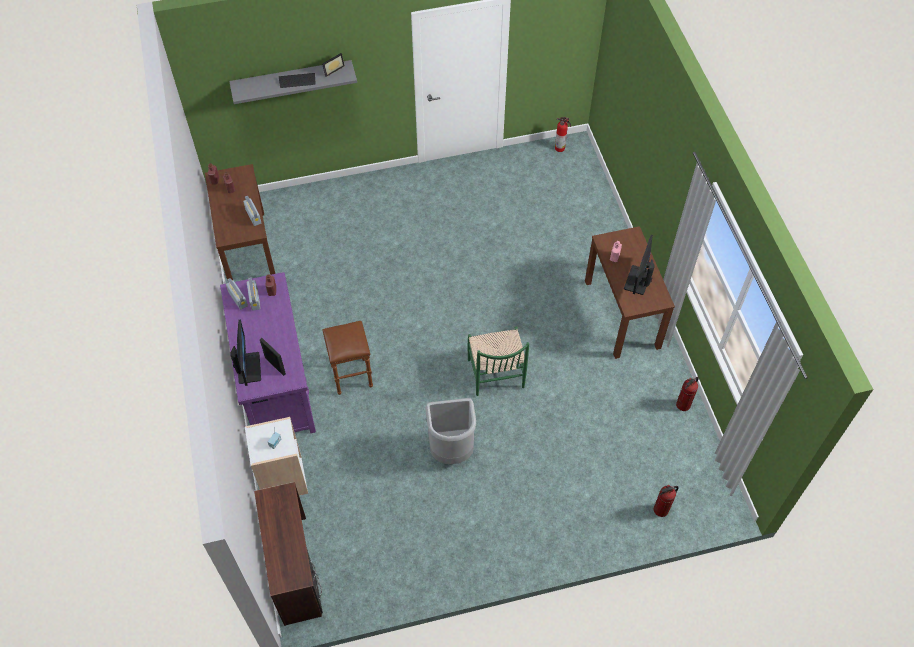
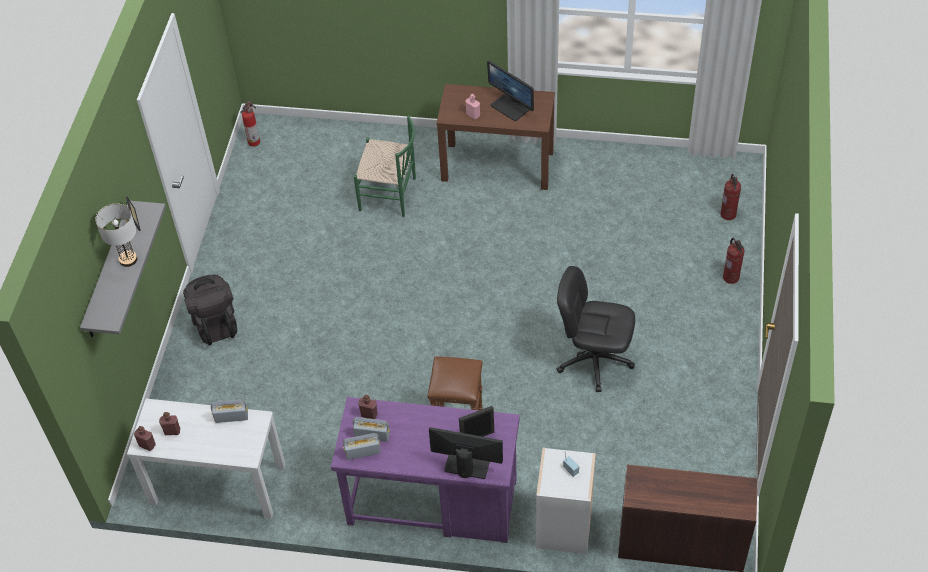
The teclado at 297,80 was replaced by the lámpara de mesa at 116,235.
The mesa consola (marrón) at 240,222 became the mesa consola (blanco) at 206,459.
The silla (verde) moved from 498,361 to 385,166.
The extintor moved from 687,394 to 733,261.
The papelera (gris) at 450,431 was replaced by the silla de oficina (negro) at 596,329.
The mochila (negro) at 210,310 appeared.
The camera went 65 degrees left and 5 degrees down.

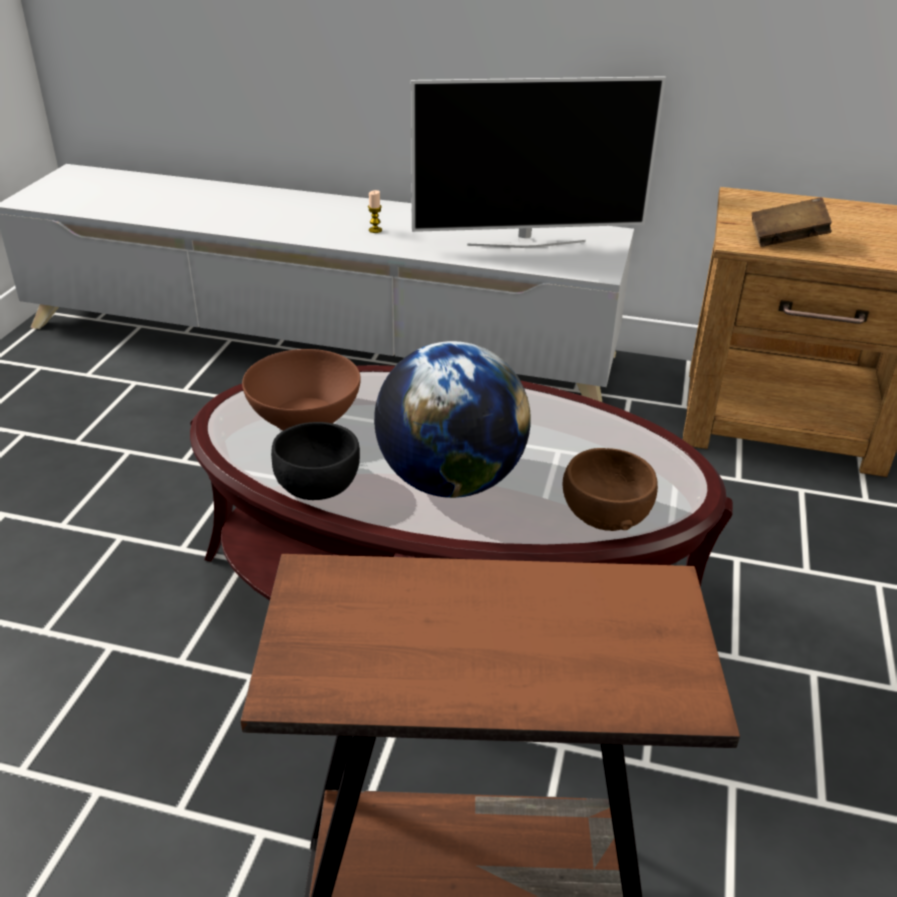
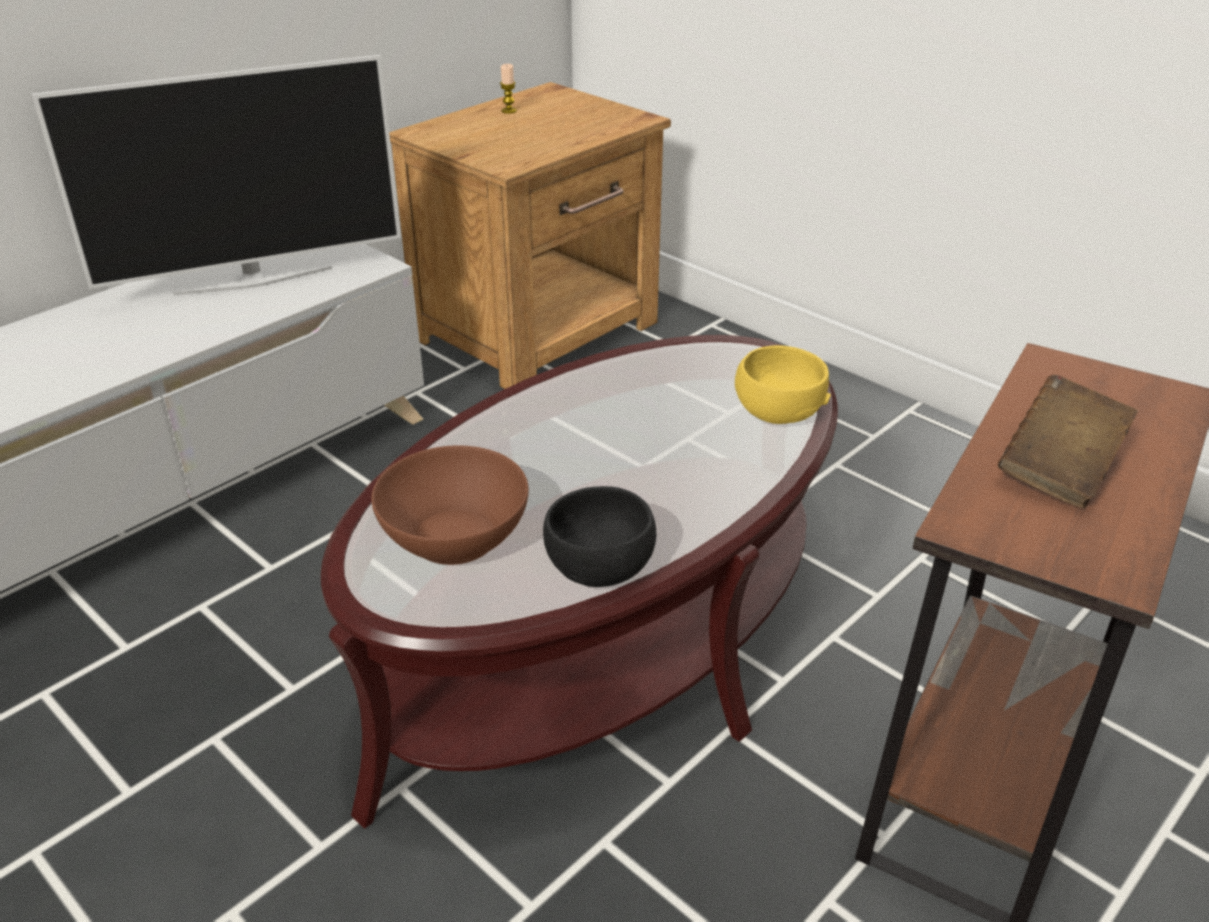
The televisor at 538,162 turned 45 degrees clockwise.
The vela moved from 375,211 to 508,89.
The libro (marrón) moved from 792,222 to 1068,441.
The globo terráqueo at 452,419 disappeared.
The cuenco (marrón) at 610,489 became the cuenco (amarillo) at 783,384.
The camera went 60 degrees left and 0 degrees up.

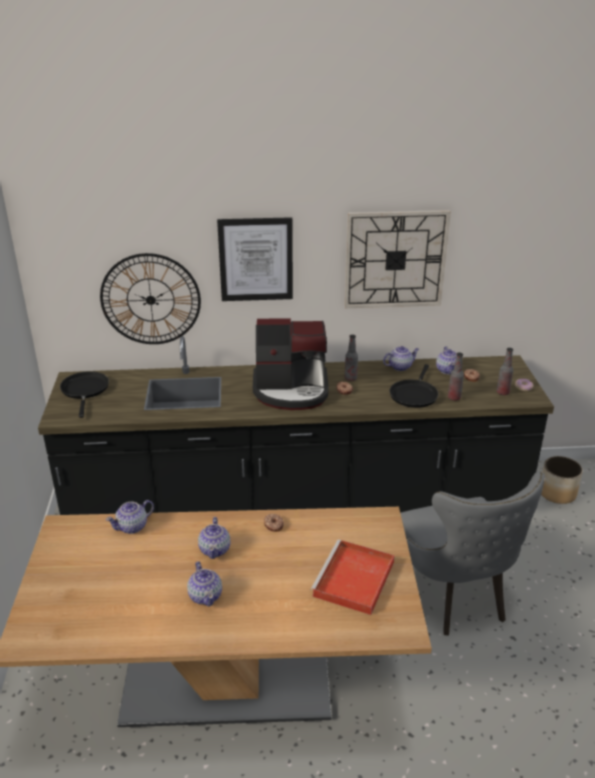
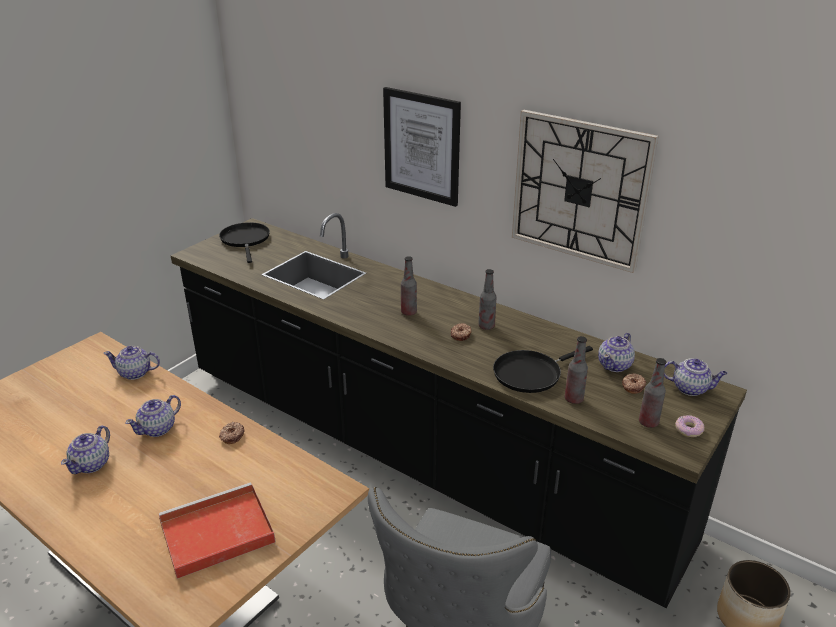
The reloj de pared at 150,298 disappeared.
The cafetera at 291,364 was replaced by the botella at 409,286.
The tetera moved from 401,358 to 695,377.
The sartén (negro) at 84,394 turned 45 degrees counterclockwise.
The camera went 40 degrees right and 0 degrees up.

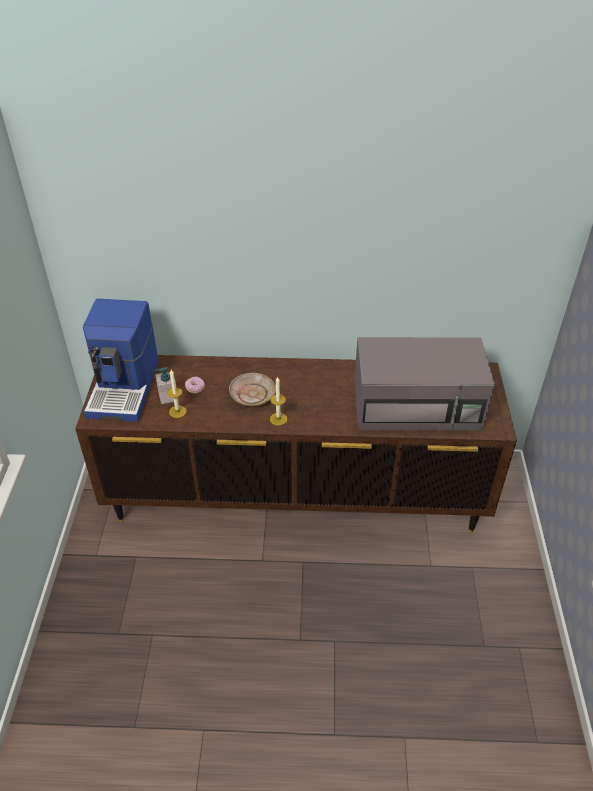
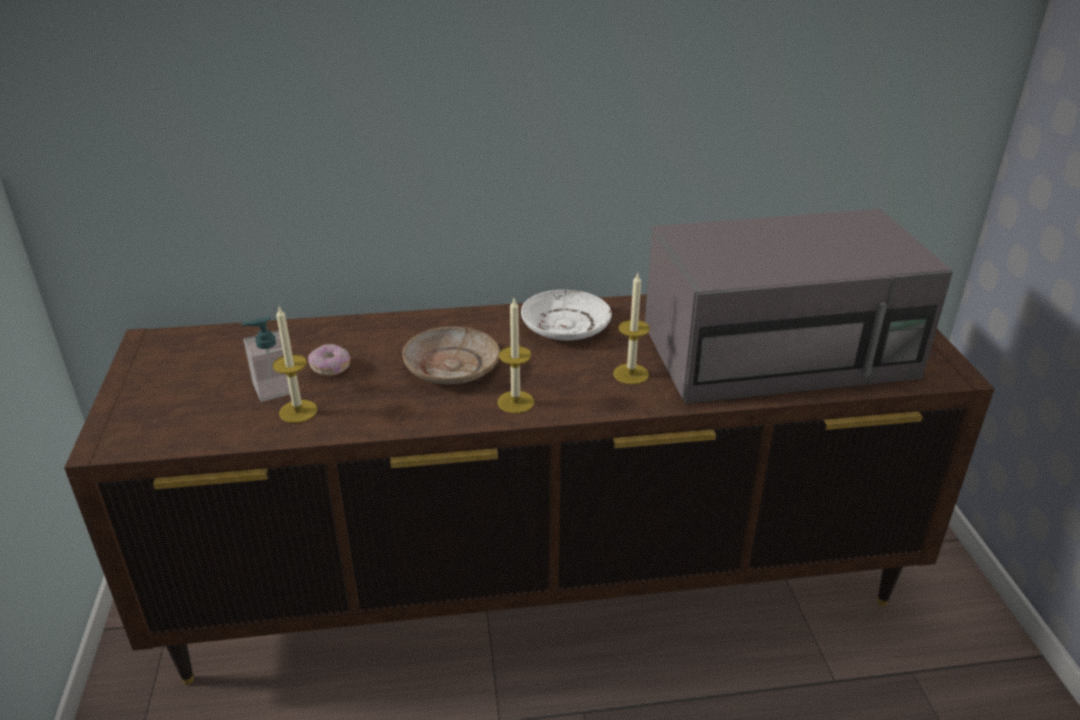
The cafetera at 121,360 disappeared.
The vela at 631,329 appeared.
The plato (blanco) at 566,315 appeared.
The camera went 10 degrees left and 10 degrees down.

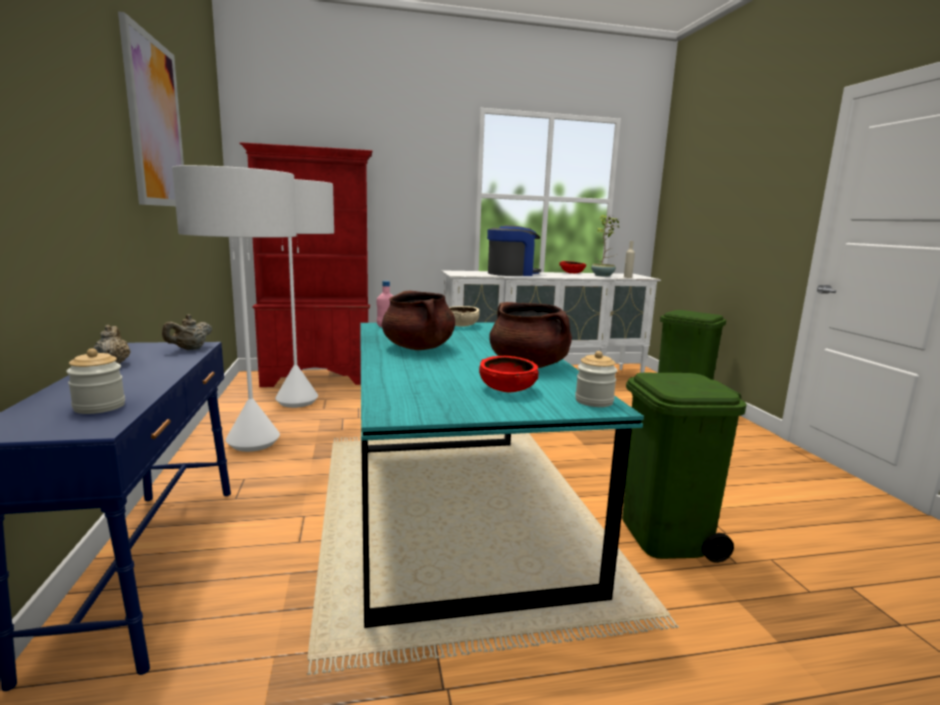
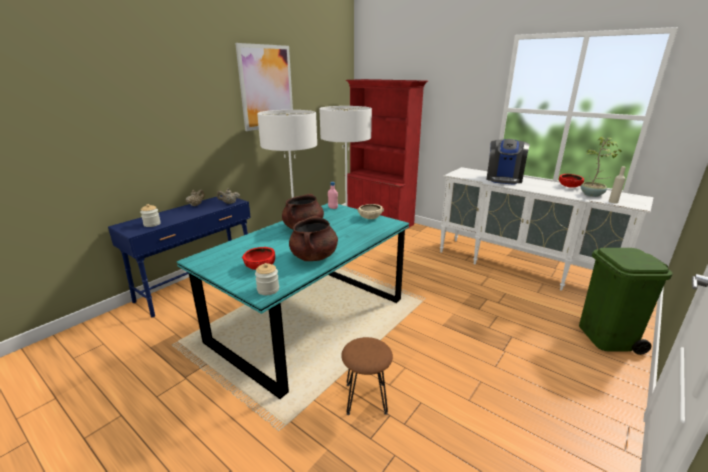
The cafetera at 514,250 turned 90 degrees clockwise.
The papelera (verde) at 684,468 was replaced by the taburete (marrón) at 367,376.
The camera went 50 degrees right and 10 degrees up.

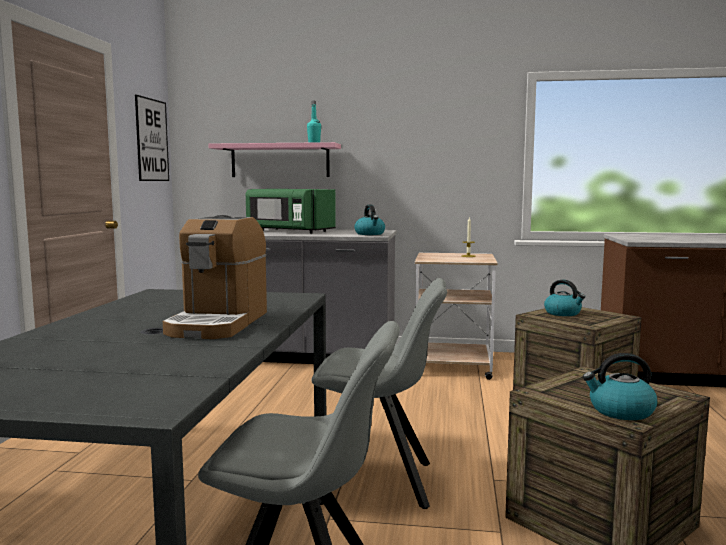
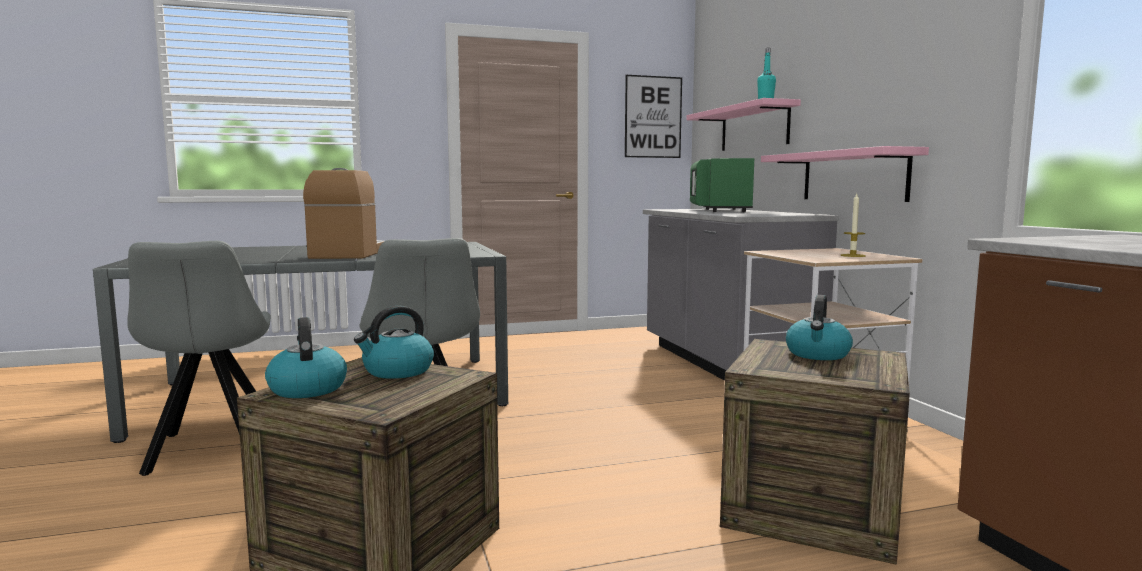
The hervidor moved from 369,220 to 394,342.
The cafetera at 215,277 turned 105 degrees clockwise.
The estante (rosa) at 845,174 appeared.
The camera went 65 degrees right and 0 degrees up.

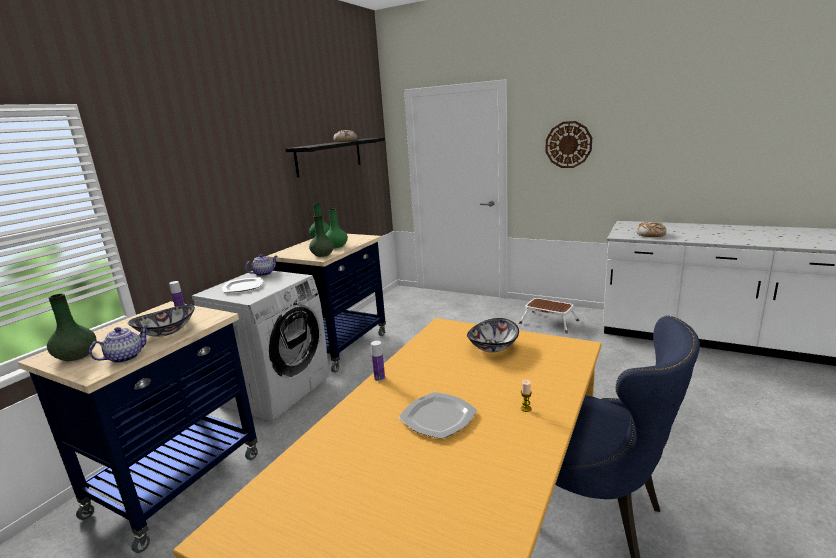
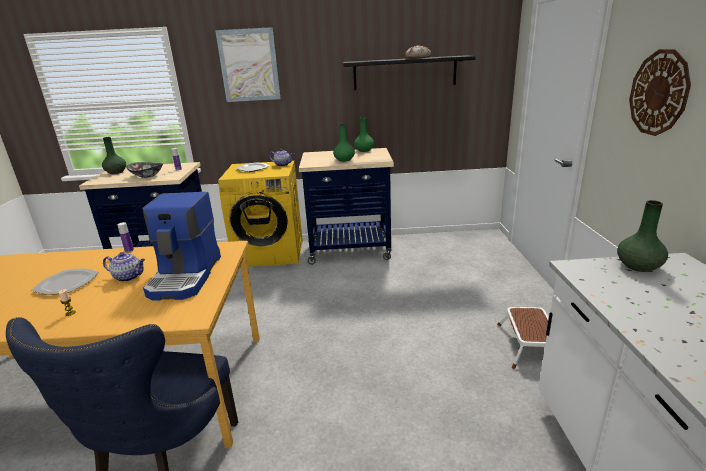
The florero (verde) moved from 321,236 to 642,236.
The pan at 652,229 disappeared.
The lavadora (blanco) at 260,346 became the lavadora (amarillo) at 260,214.
The cuenco at 493,335 was replaced by the cafetera at 182,246.
The tetera moved from 118,344 to 124,267.
The cuadro at 247,64 appeared.
The camera went 60 degrees right and 5 degrees up.

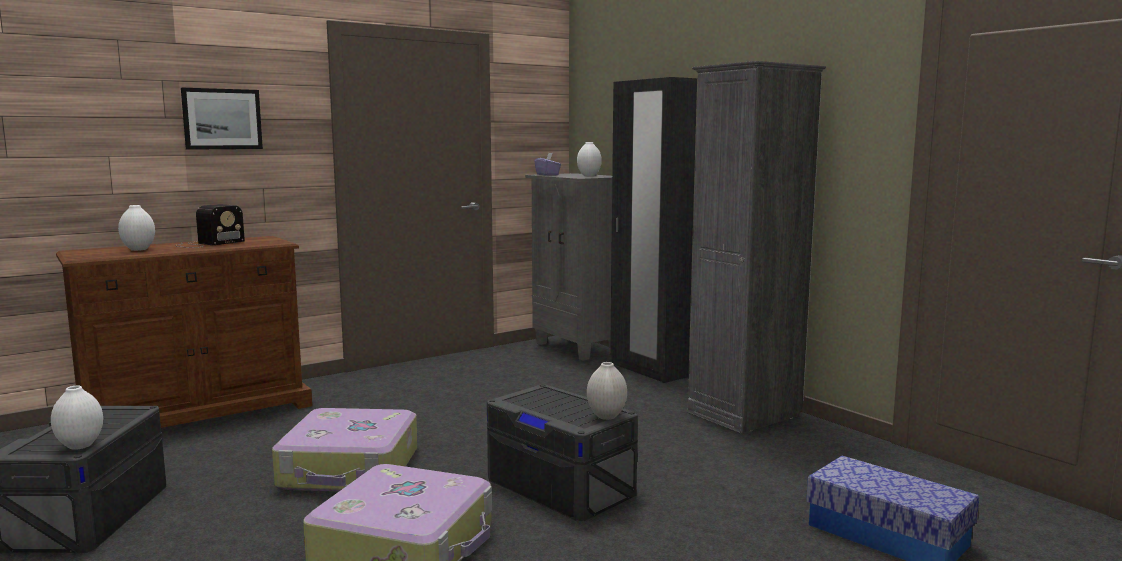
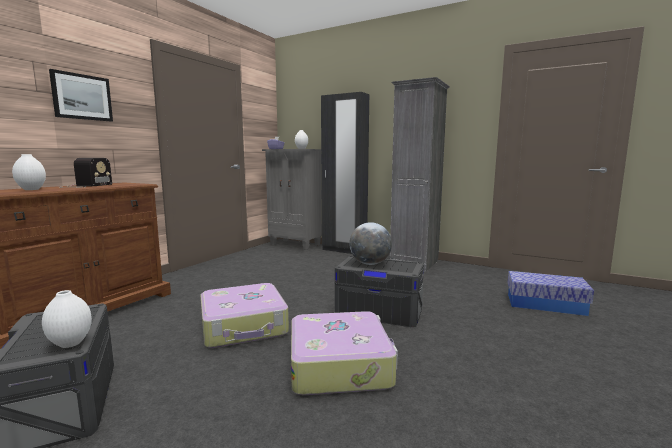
The florero (blanco) at 607,391 disappeared.
The globo terráqueo at 370,243 appeared.
The camera went 25 degrees left and 0 degrees up.

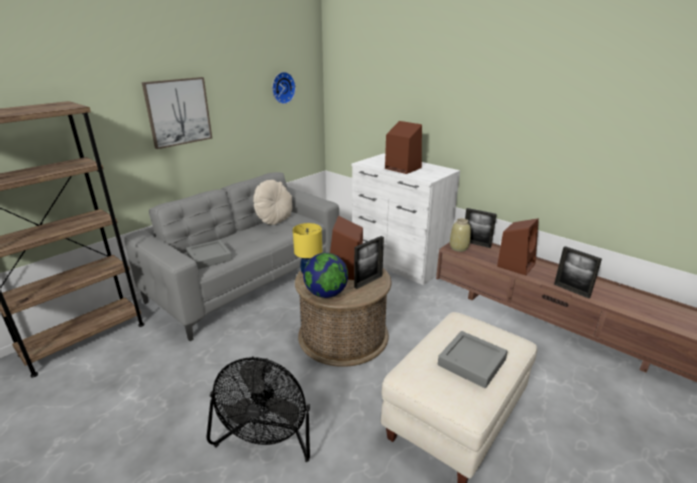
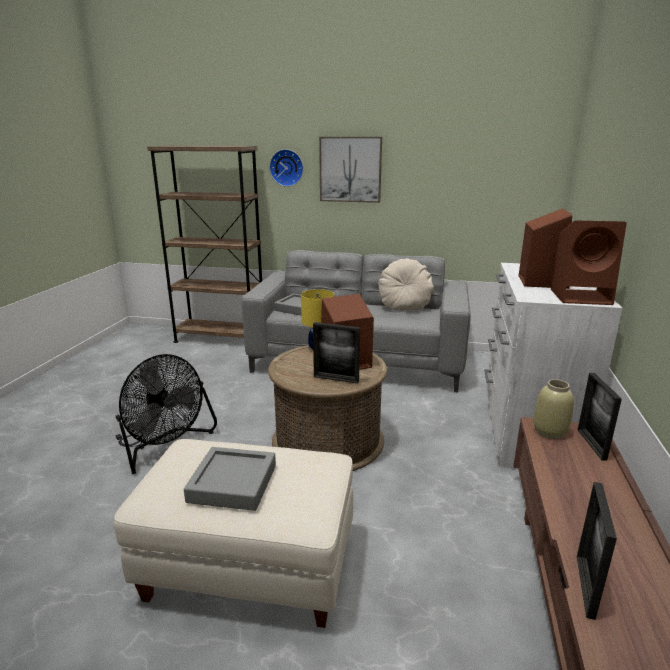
The reloj de pared moved from 284,88 to 286,168.
The altavoz (marrón) moved from 518,246 to 589,263.
The globo terráqueo at 325,275 disappeared.
The ventilador (negro) at 258,409 turned 120 degrees counterclockwise.
The camera went 60 degrees right and 5 degrees down.

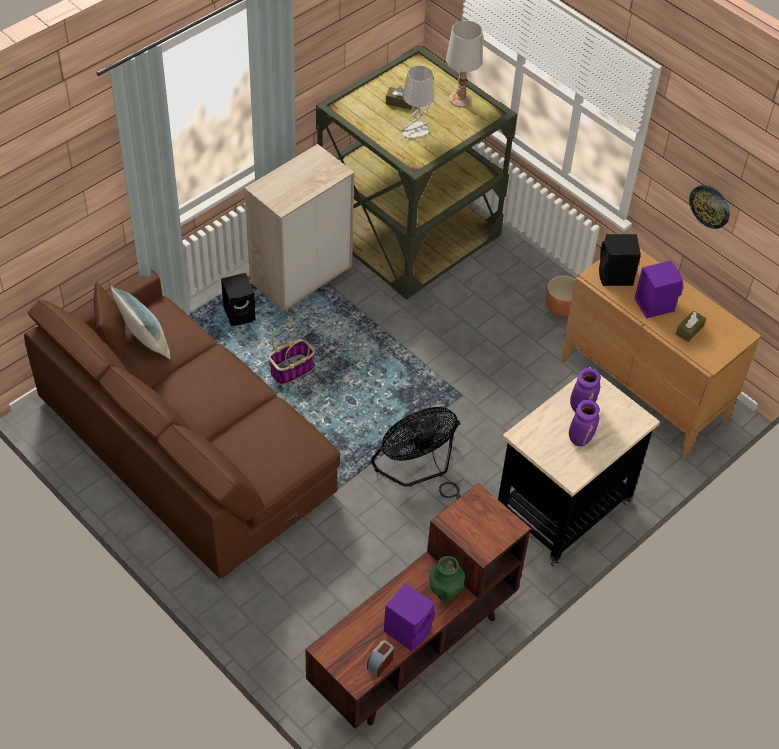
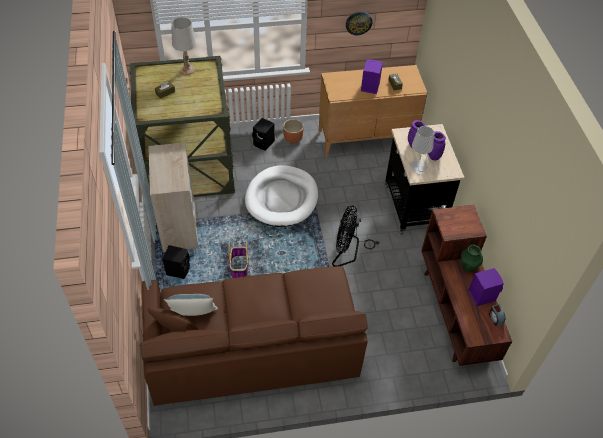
The lámpara de mesa (gris) moved from 418,101 to 422,150.
The altavoz (negro) moved from 620,260 to 263,134.
The cama para perro (blanco) at 281,196 appeared.
The camera went 55 degrees left and 0 degrees up.

